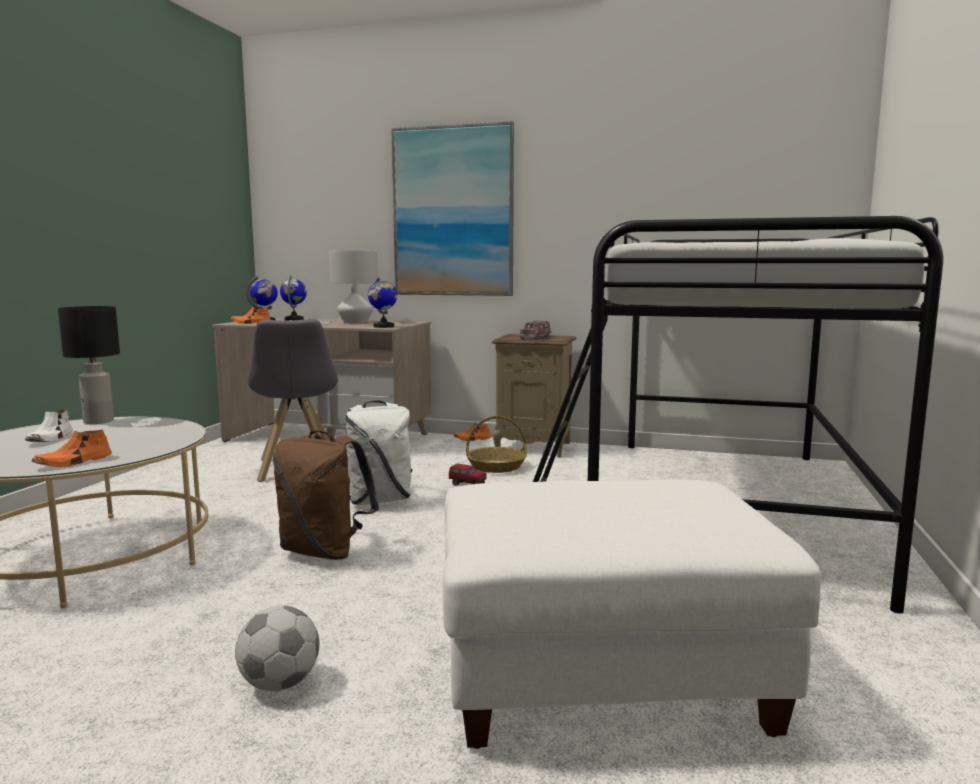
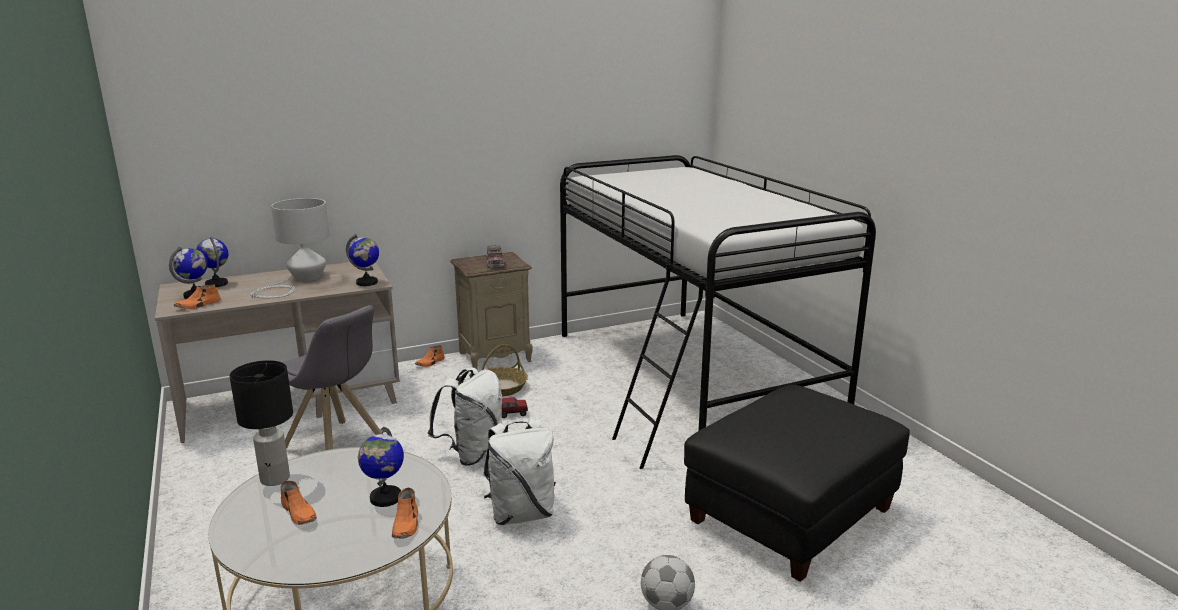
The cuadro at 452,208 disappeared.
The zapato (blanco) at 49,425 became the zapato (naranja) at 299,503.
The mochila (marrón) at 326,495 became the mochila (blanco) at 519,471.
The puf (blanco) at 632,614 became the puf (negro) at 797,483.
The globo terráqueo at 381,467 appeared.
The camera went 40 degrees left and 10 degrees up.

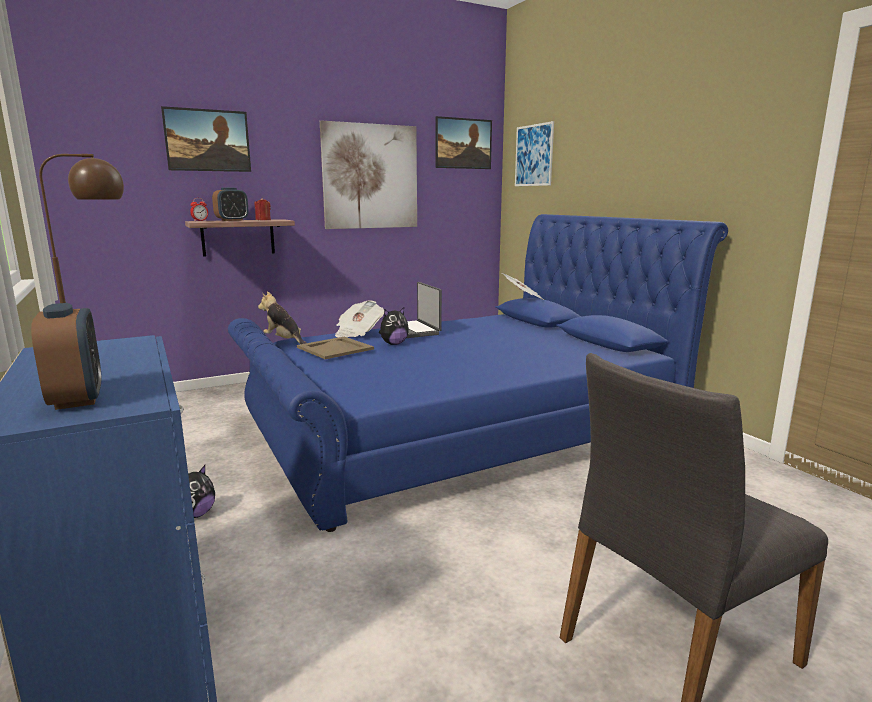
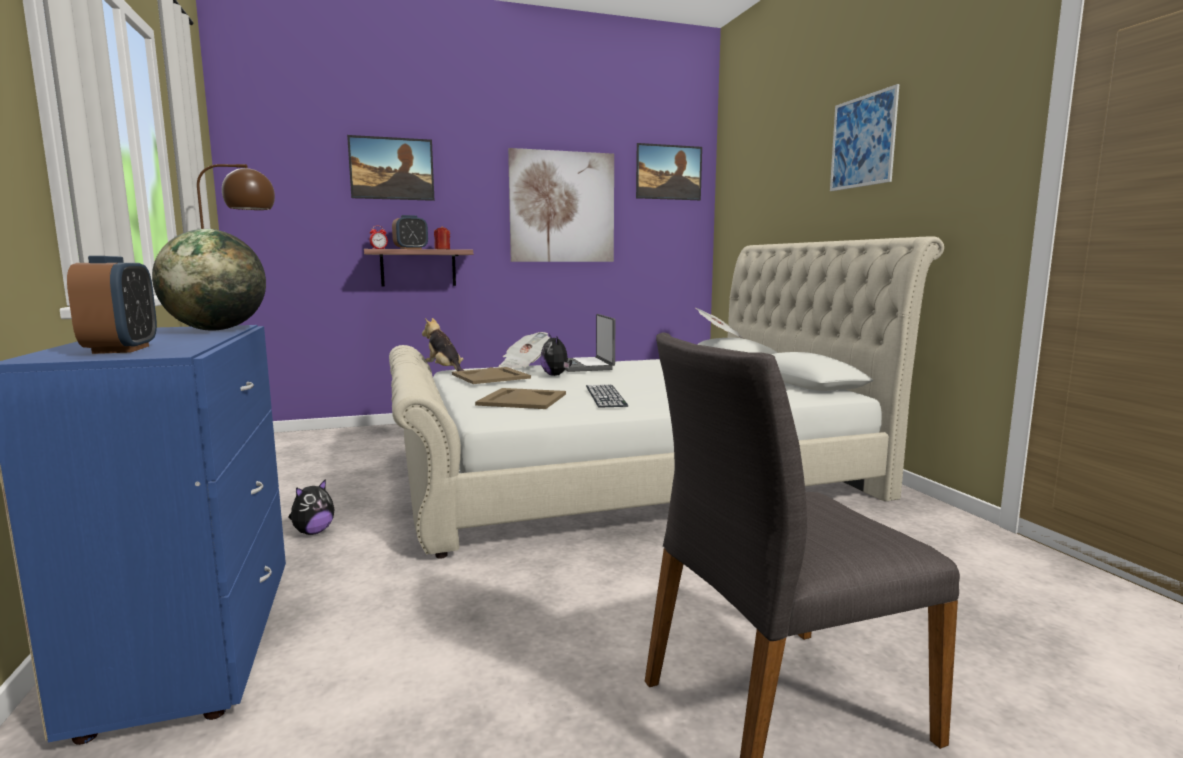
The cuadro moved from 534,153 to 864,137.
The cama (azul) at 478,373 became the cama (beis) at 666,397.
The peluche at 394,326 turned 90 degrees clockwise.
The globo terráqueo at 209,279 appeared.
The teclado at 607,396 appeared.
The bandeja (beis) at 520,398 appeared.
The camera went 10 degrees right and 5 degrees down.

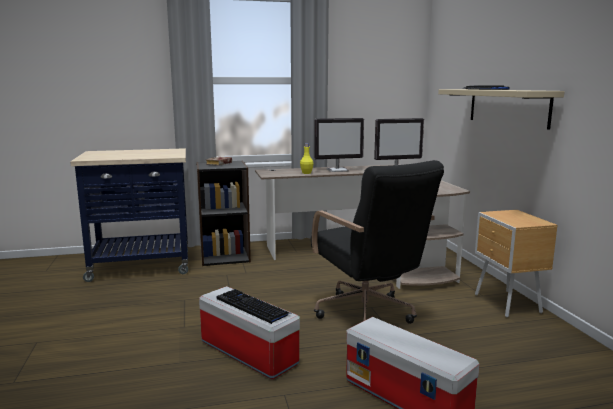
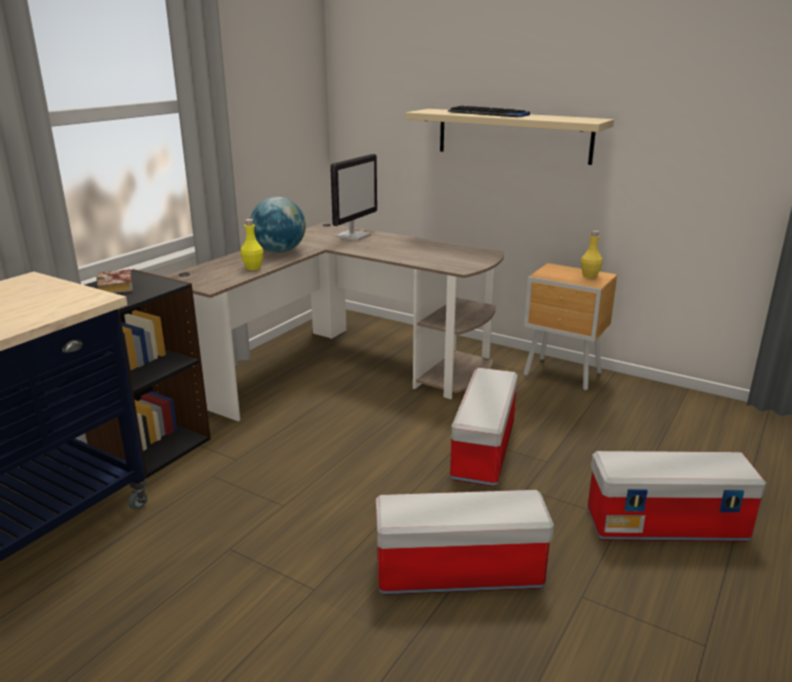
The monitor at 339,145 was replaced by the globo terráqueo at 278,225.
The silla de oficina (negro) at 377,242 was replaced by the caja de almacenaje at 484,427.
The teclado at 254,306 disappeared.
The botella (amarillo) at 592,254 appeared.
The camera went 45 degrees left and 10 degrees up.

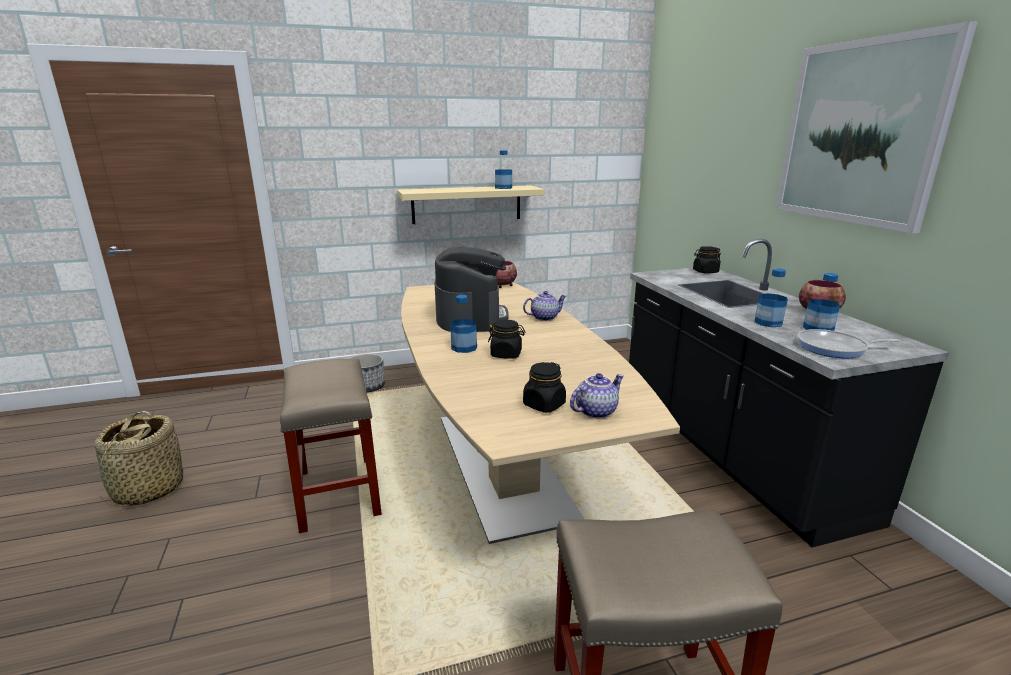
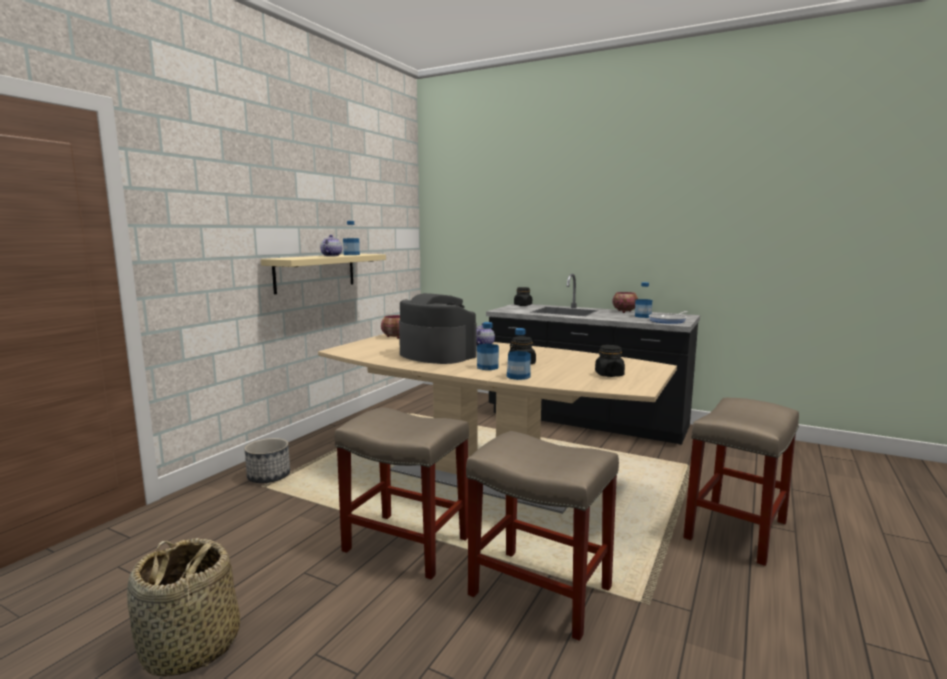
The cuadro at 876,127 disappeared.
The botella moved from 771,297 to 519,354.
The tetera moved from 597,395 to 331,245.
The taburete (beis) at 542,536 appeared.
The camera went 45 degrees left and 10 degrees down.

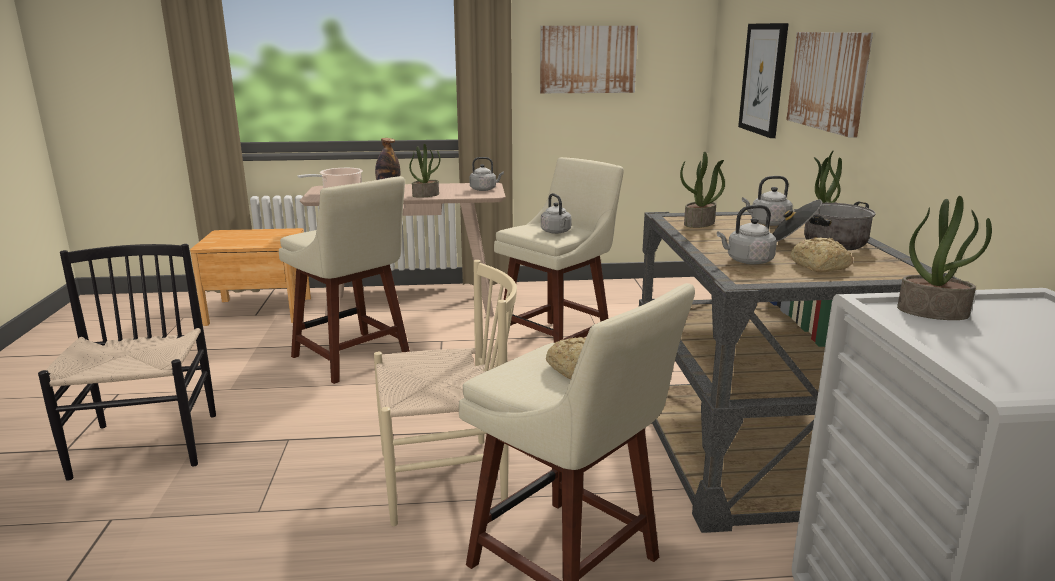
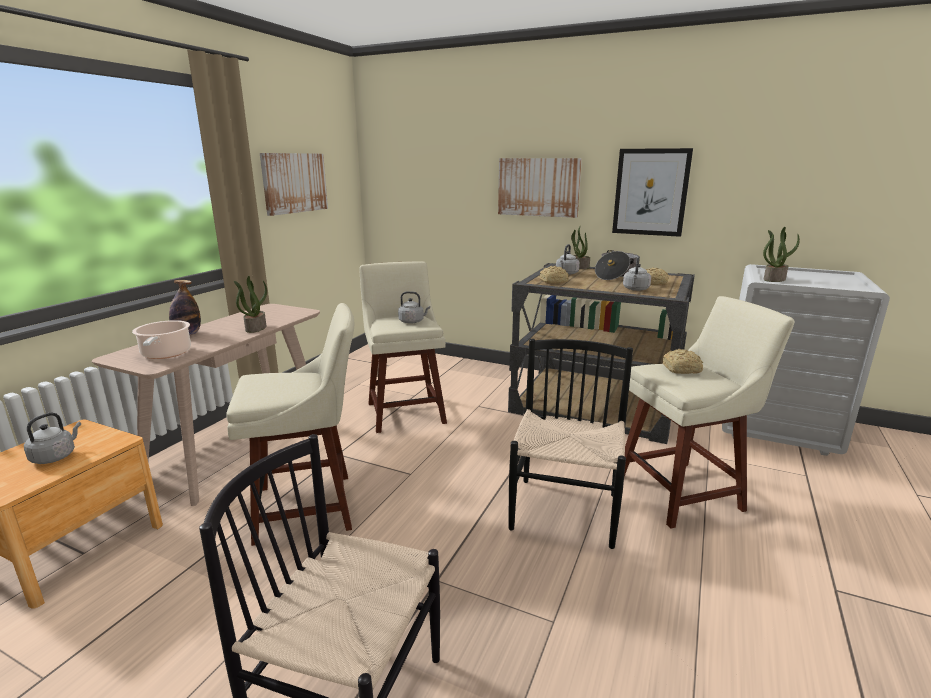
The cuadro moved from 763,80 to 652,192.
The planta en maceta at 702,190 was replaced by the pan at 554,275.
The hervidor (gris) moved from 486,174 to 52,438.
The silla (beis) at 445,393 became the silla (negro) at 571,444.
The camera went 60 degrees left and 0 degrees up.

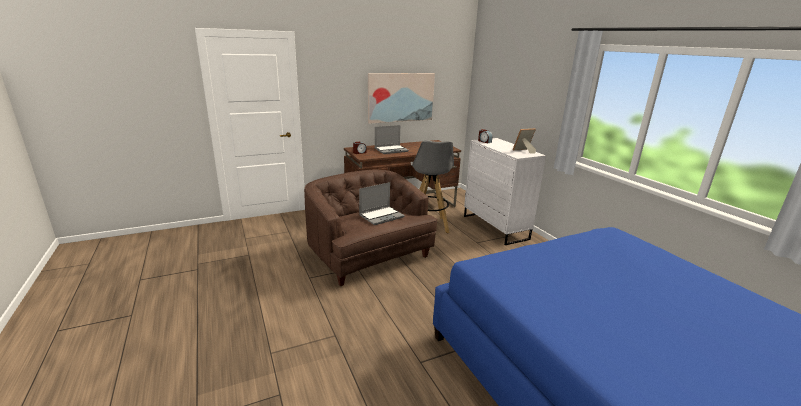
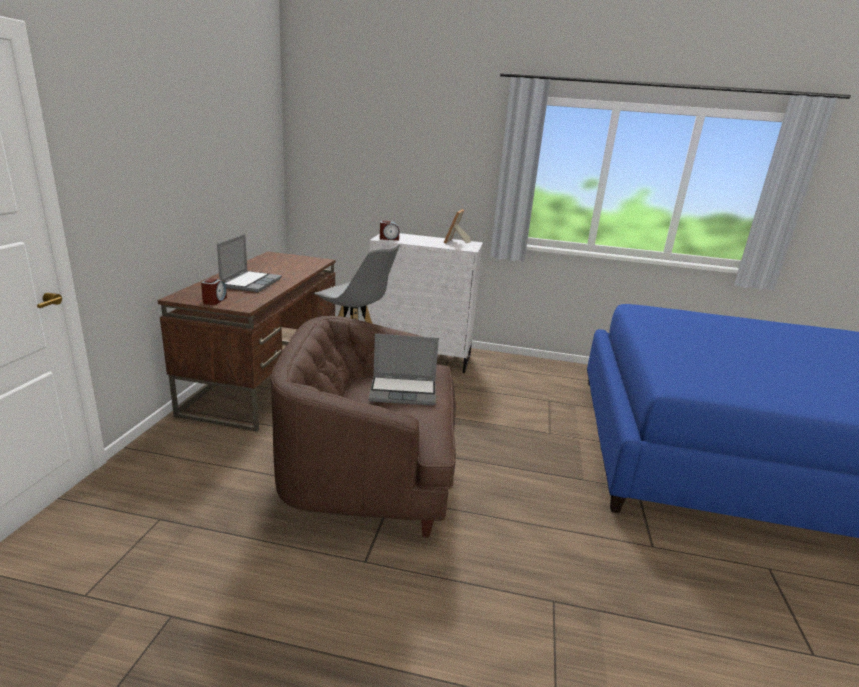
The cuadro at 401,98 disappeared.
The portátil at 382,203 turned 90 degrees clockwise.
The camera went 55 degrees left and 0 degrees up.

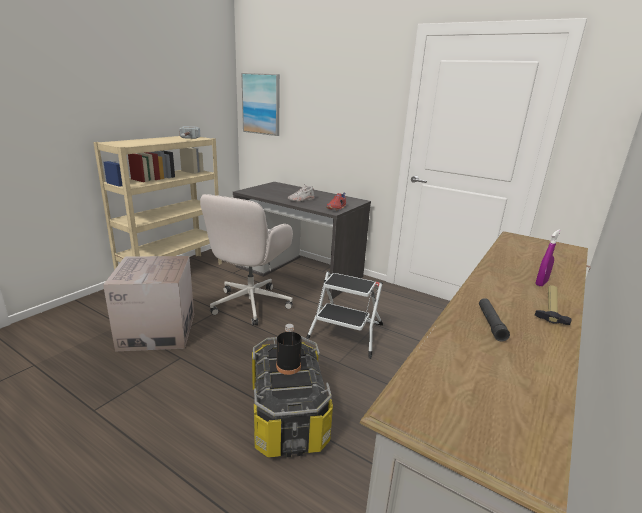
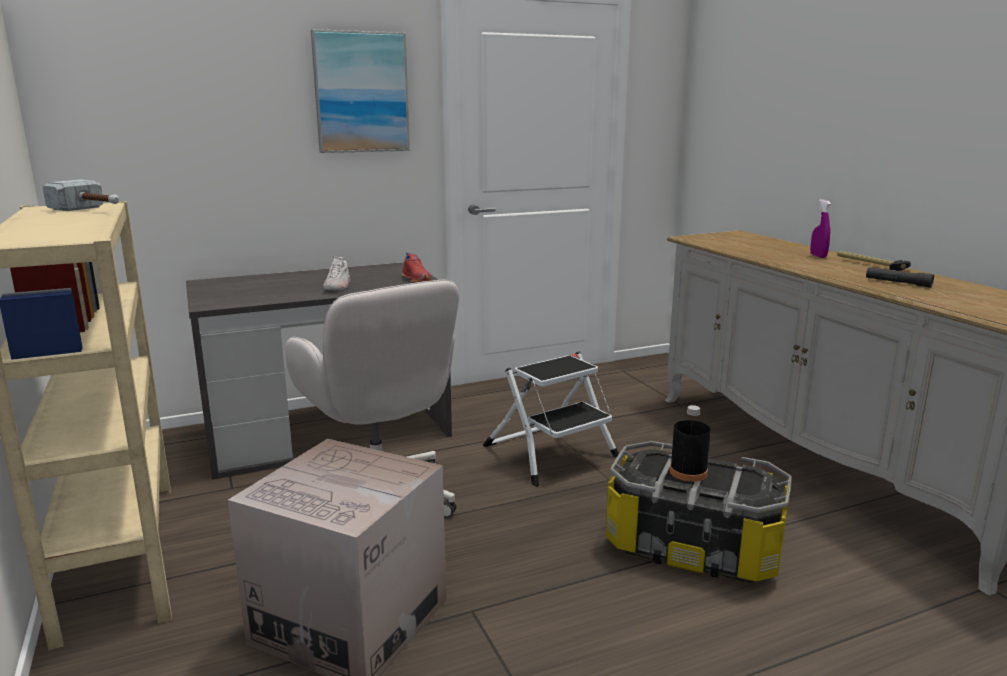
The cuadro moved from 261,104 to 360,91.
The camera went 55 degrees left and 5 degrees down.

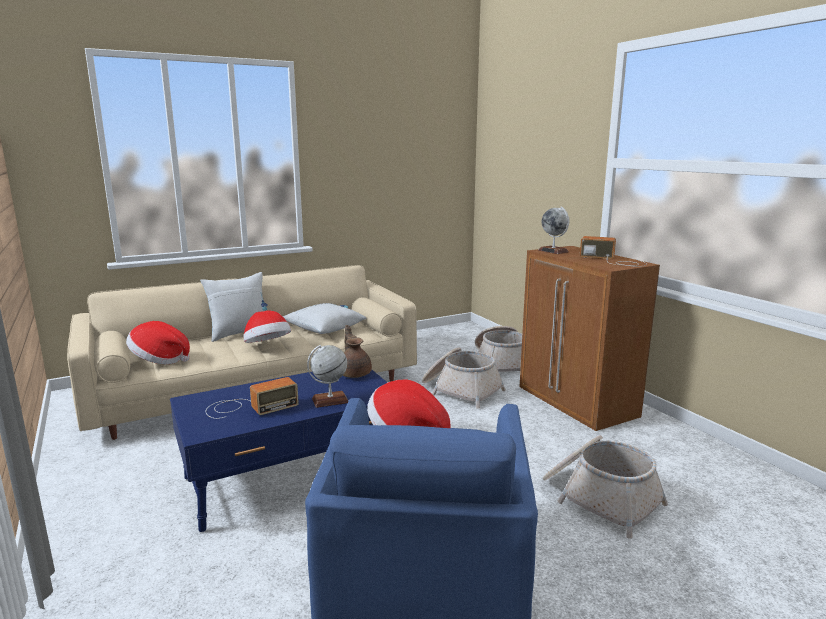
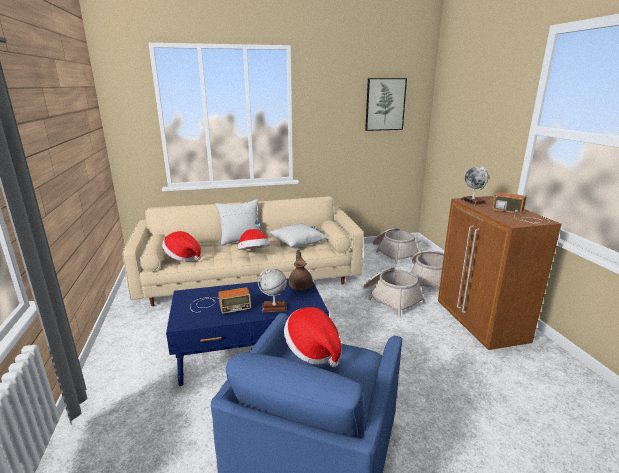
The cesta moved from 605,487 to 396,246.
The cuadro at 386,104 appeared.
The camera went 15 degrees right and 5 degrees up.

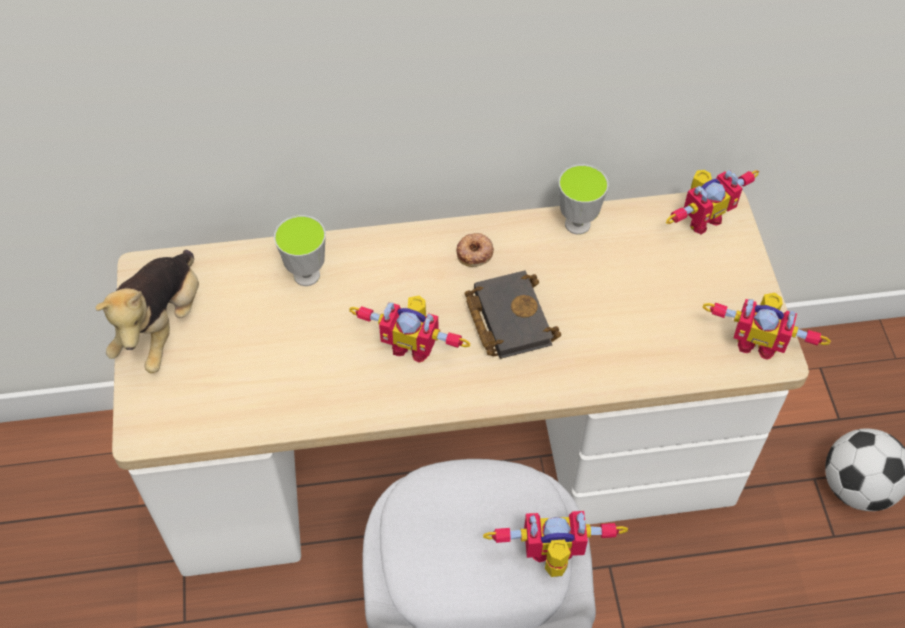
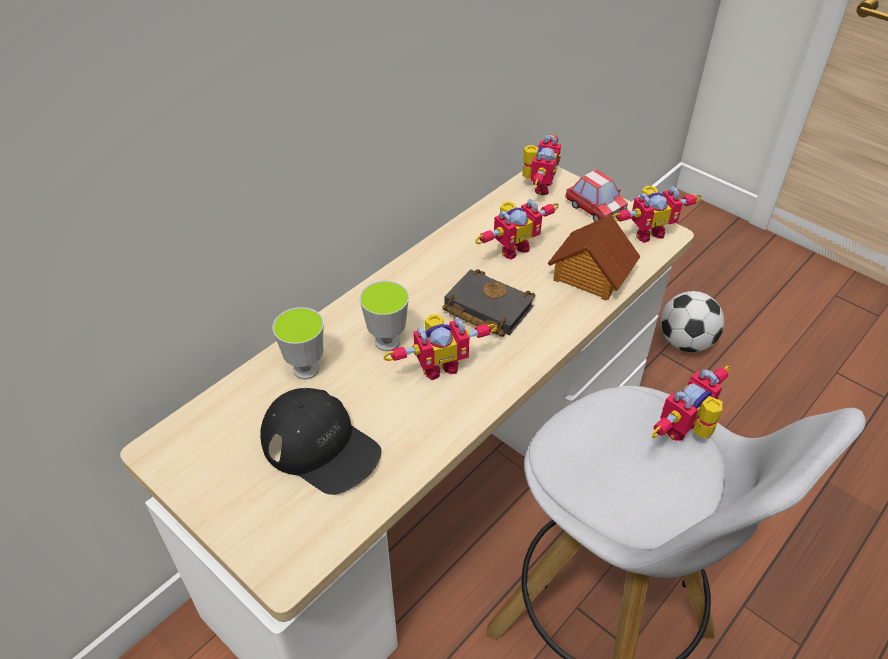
The taza moved from 584,199 to 384,316.
The rosquilla at 475,250 disappeared.
The peluche at 147,311 disappeared.
The coche de juguete at 596,195 appeared.
The robot de juguete at 517,229 appeared.
The casita at 594,257 appeared.
The gorra (negro) at 320,441 appeared.
The camera went 40 degrees left and 10 degrees down.

